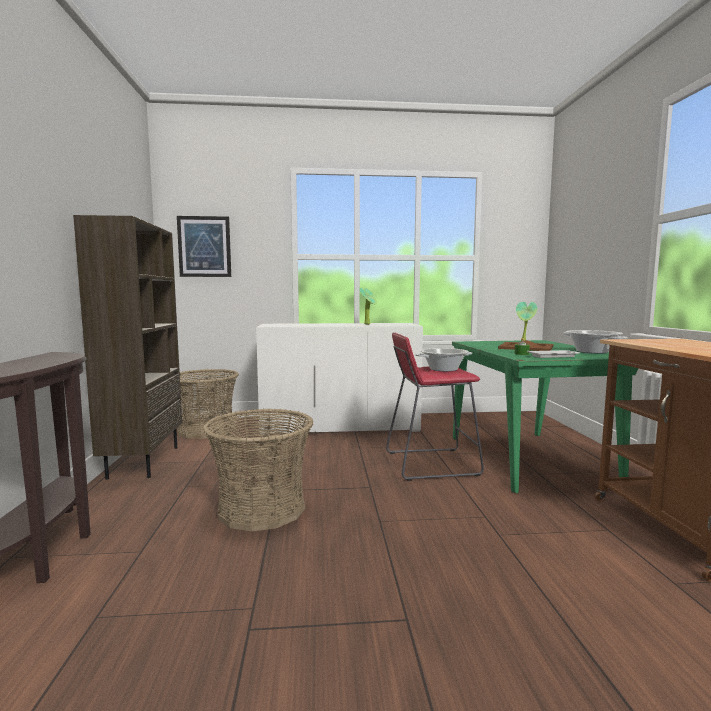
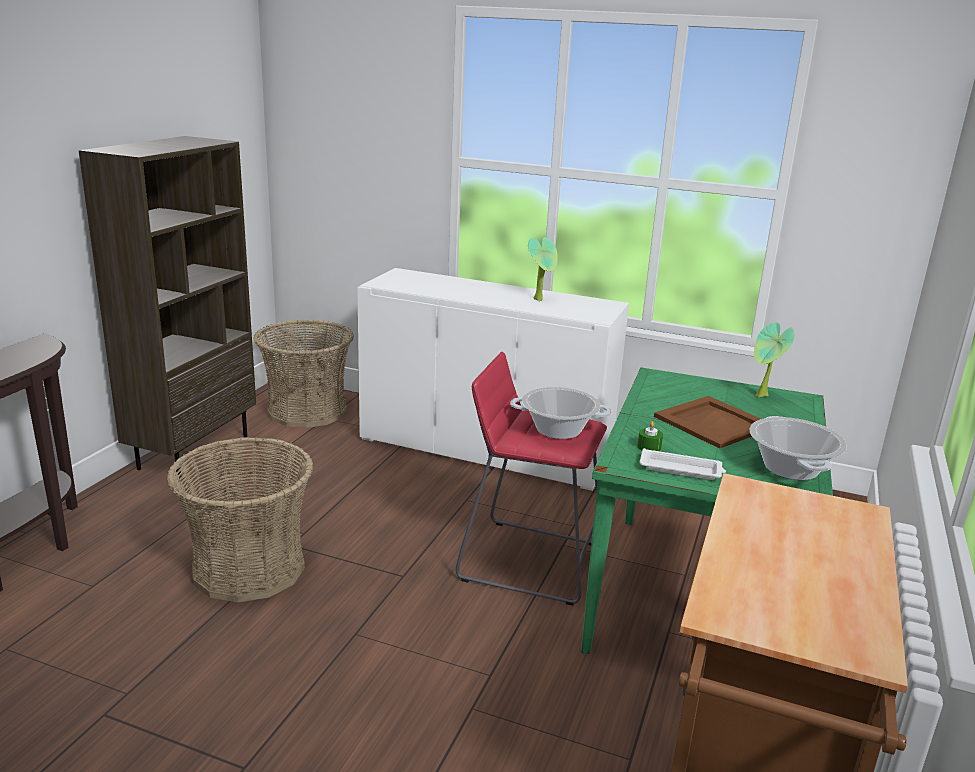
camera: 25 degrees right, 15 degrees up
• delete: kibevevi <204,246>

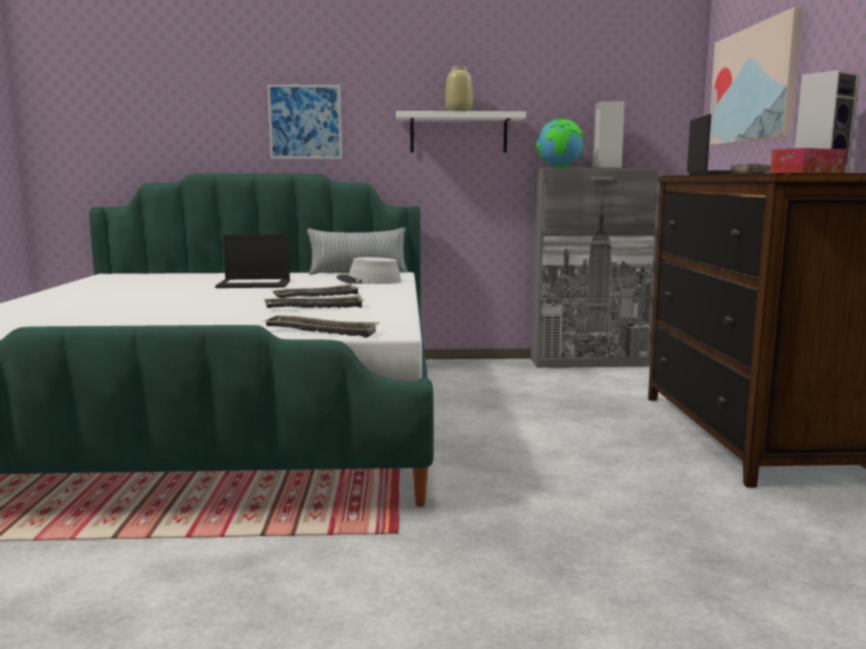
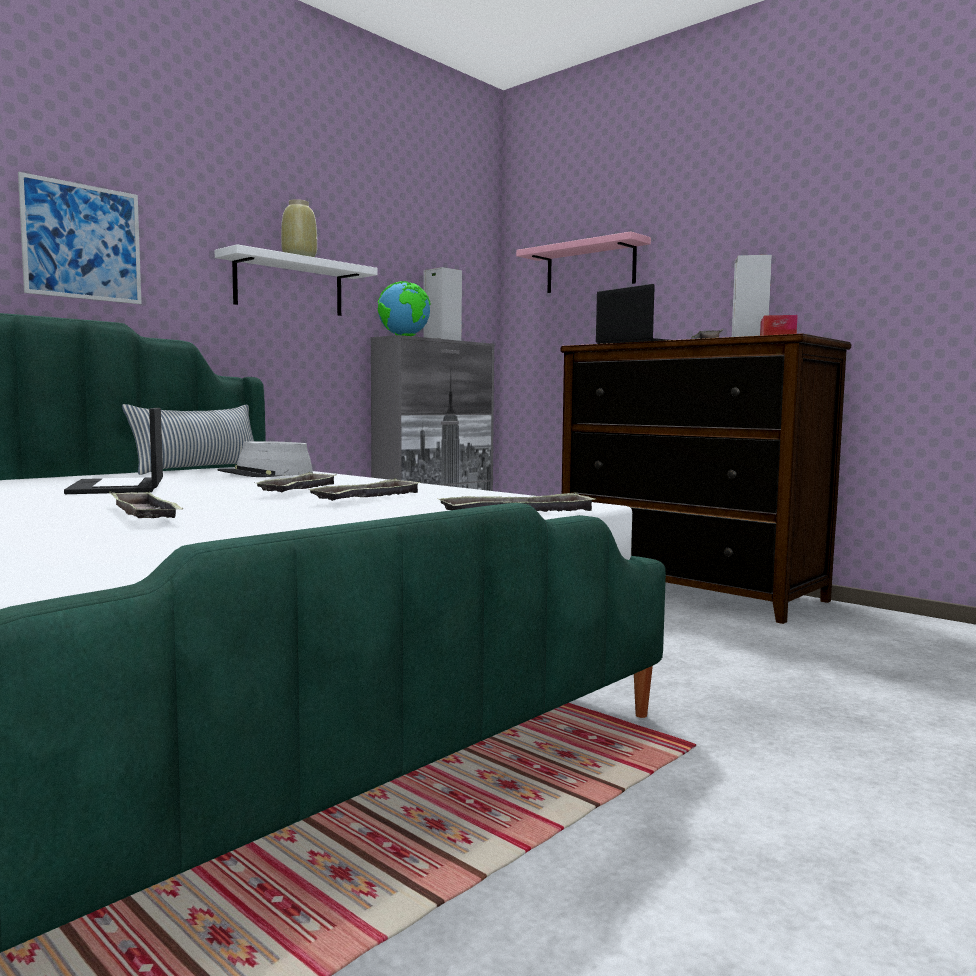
camera: 45 degrees left, 5 degrees down
• replace: kibevevi <755,76> to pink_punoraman <583,262>
• rotate: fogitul <252,261> = <113,451> 120 degrees clockwise
• insert: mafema <146,504>

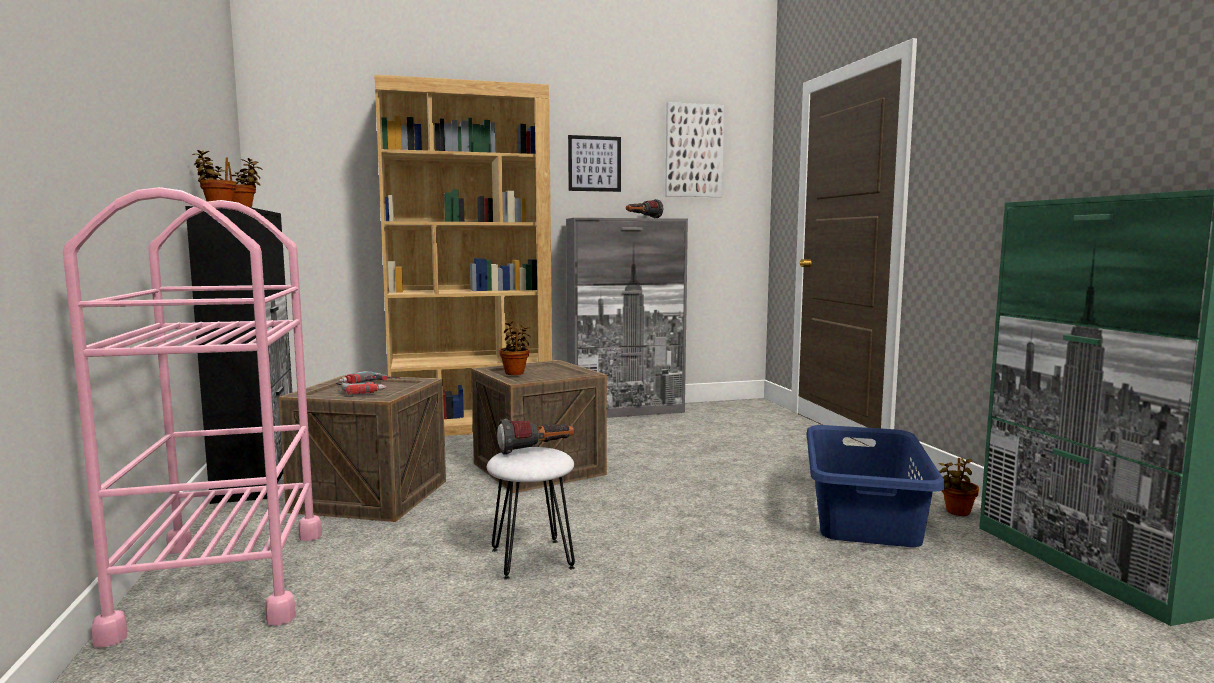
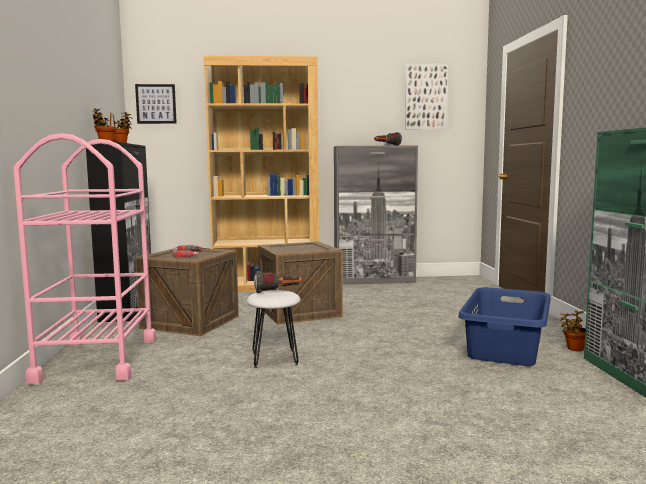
camera: 10 degrees right, 0 degrees up
• move: kibevevi <594,163> to <156,104>
• delete: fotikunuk <514,348>

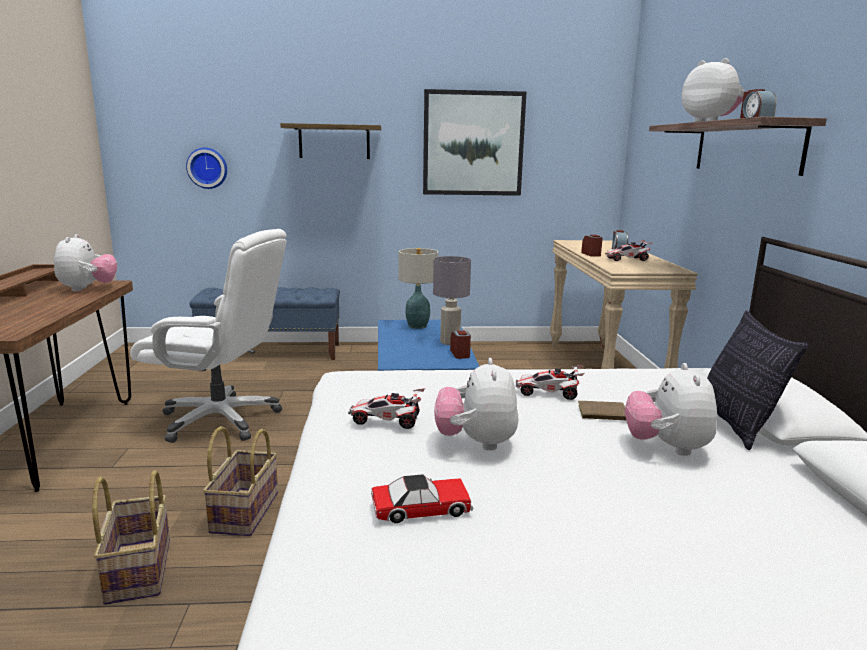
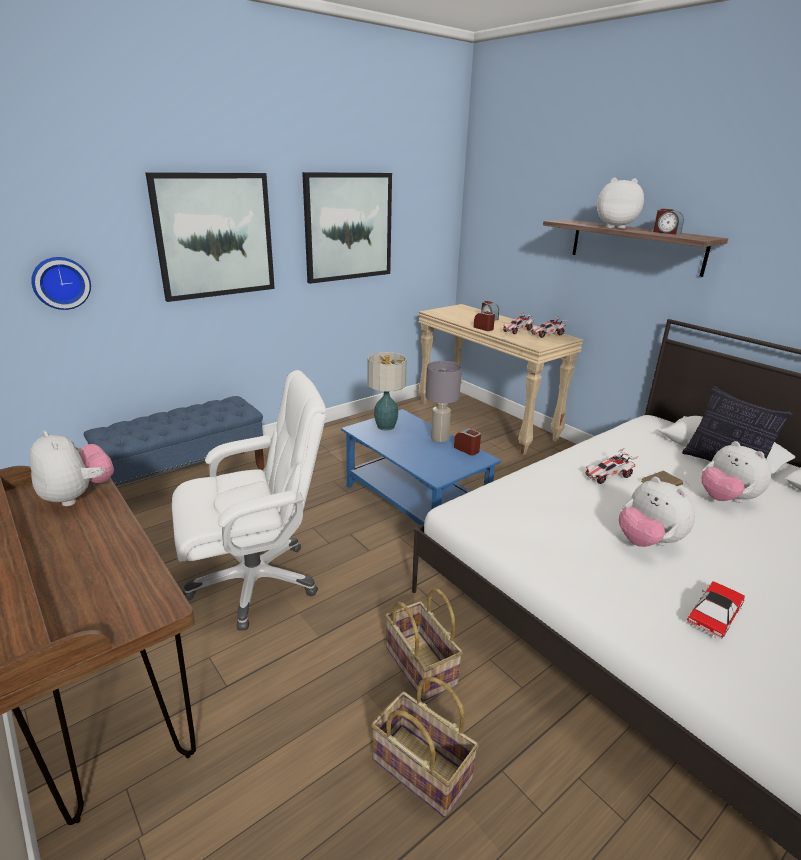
camera: 35 degrees left, 10 degrees up
• replace: punoraman <330,141> to kibevevi <210,237>
• move: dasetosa <386,408> to <549,327>

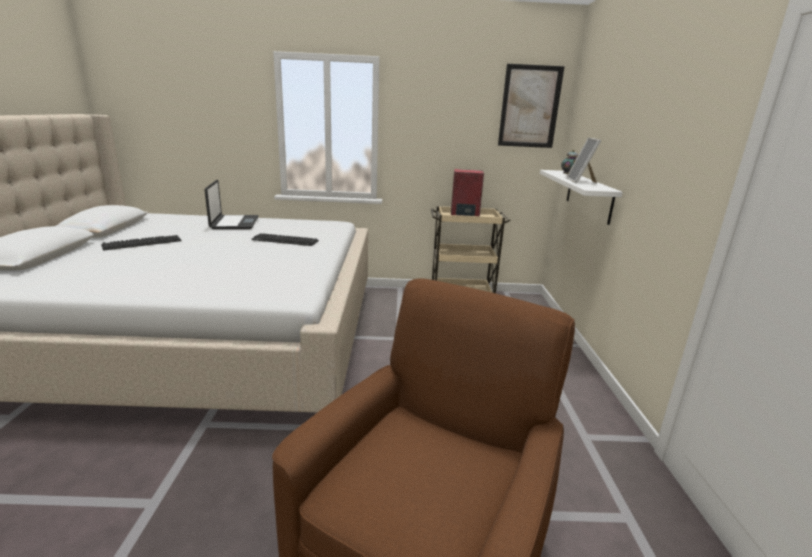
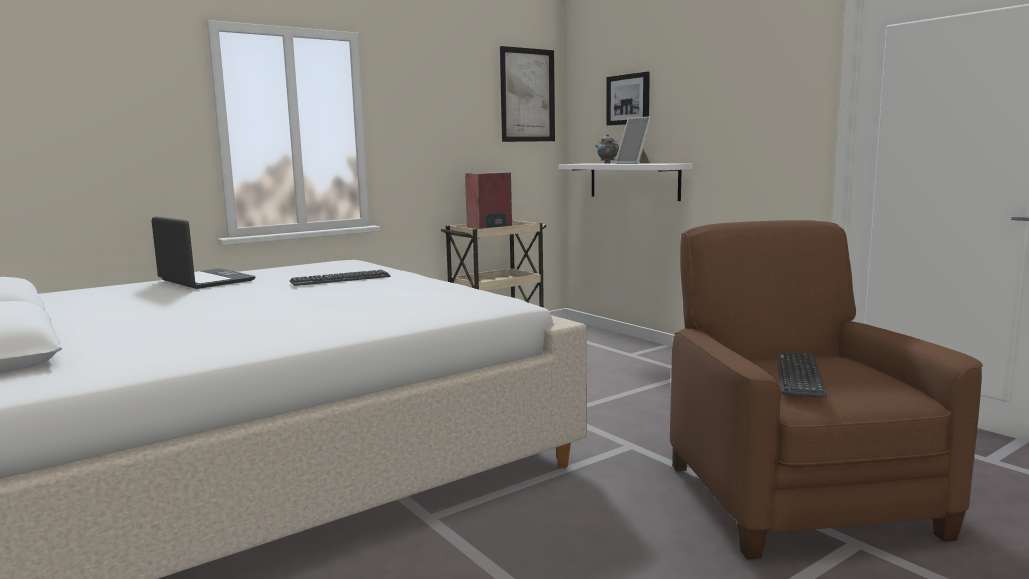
camera: 35 degrees left, 10 degrees down
• move: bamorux <141,242> to <801,374>
• insert: kibevevi <628,99>

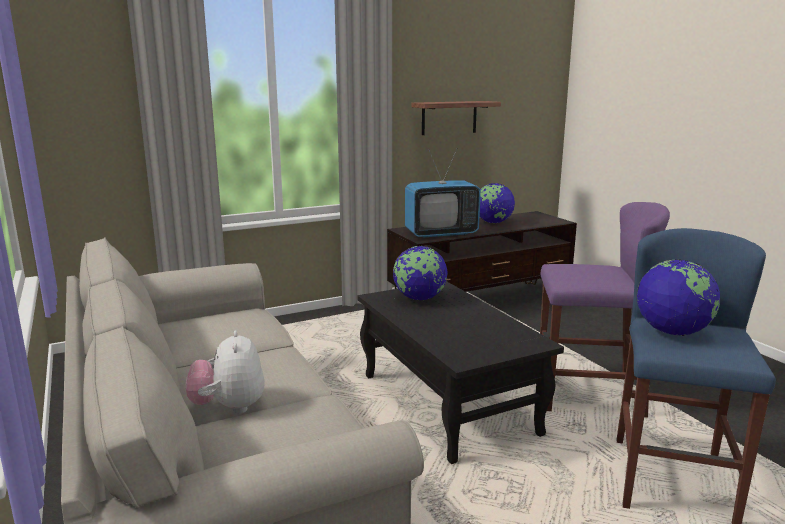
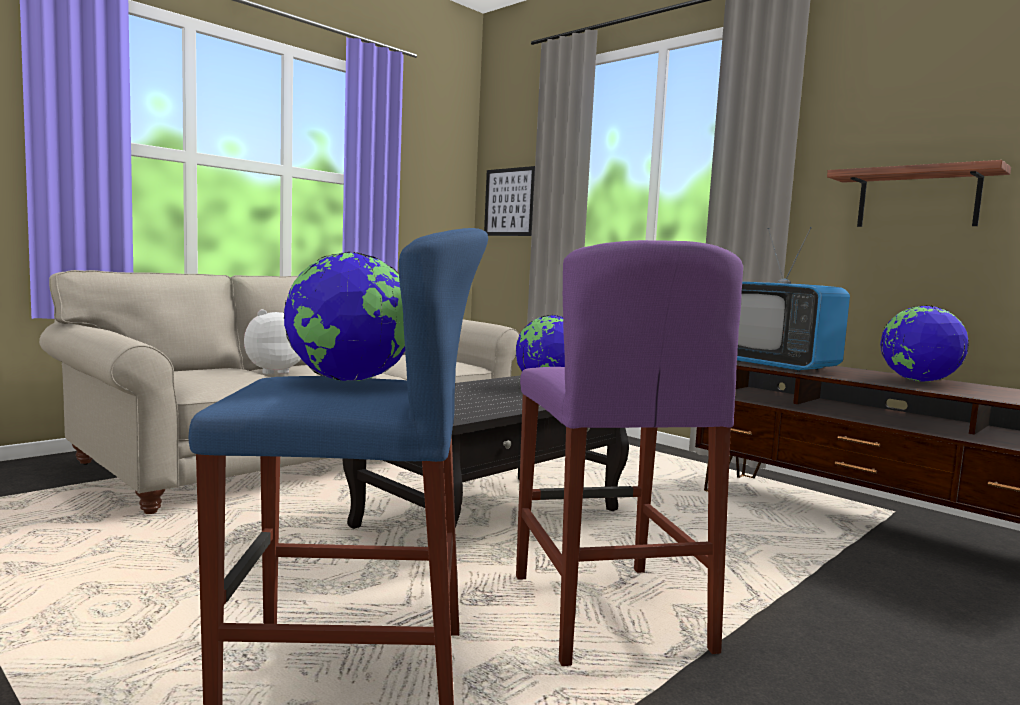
camera: 70 degrees right, 10 degrees down
• insert: kibevevi <509,201>

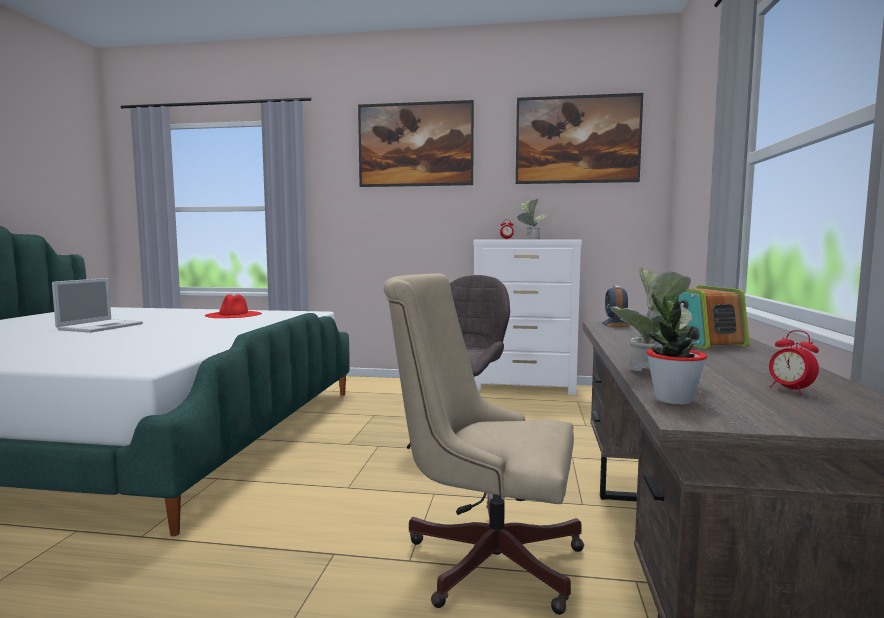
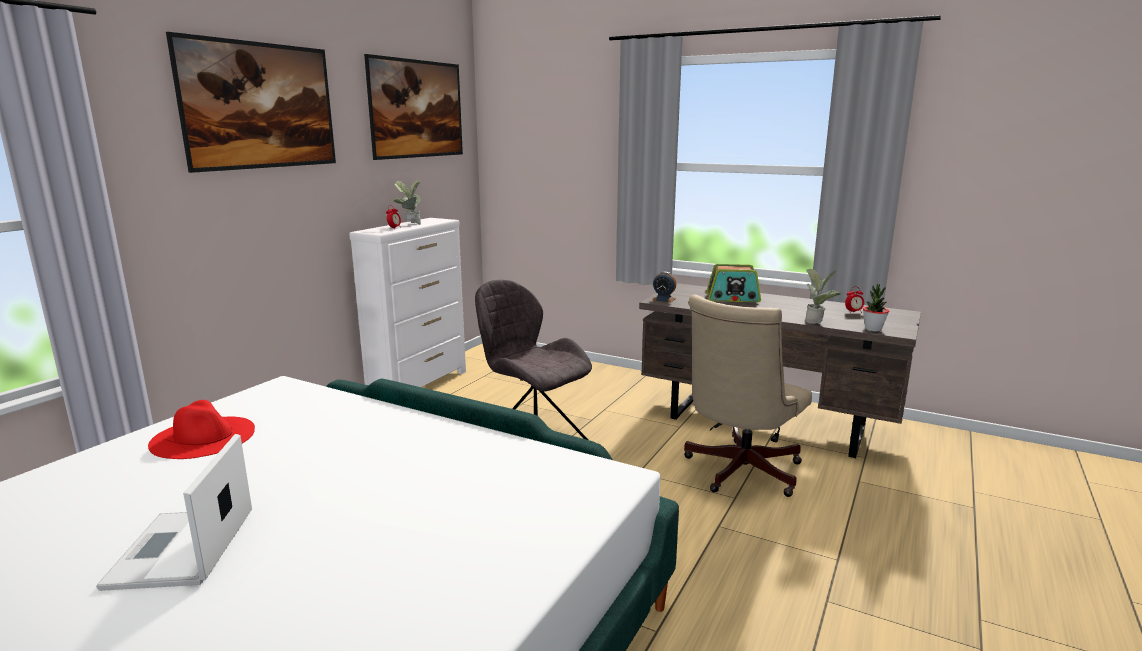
camera: 70 degrees left, 10 degrees up
• rotate: fogitul <97,305> = <174,512> 135 degrees counterclockwise

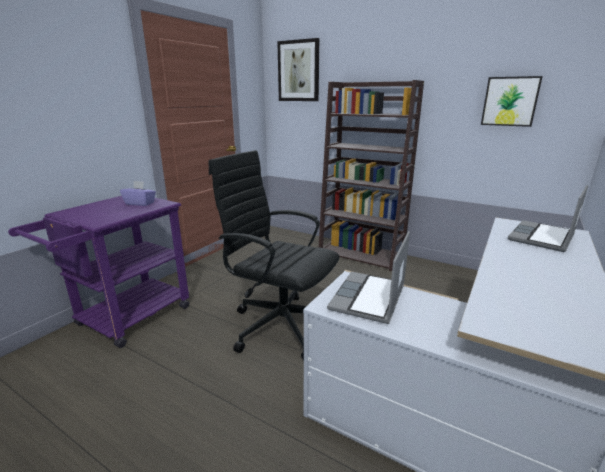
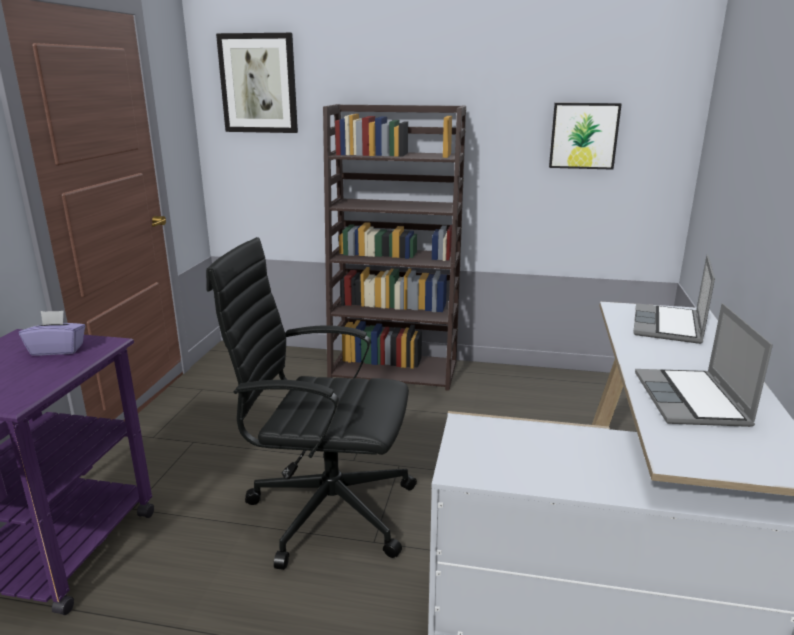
camera: 20 degrees left, 0 degrees up
• move: fogitul <368,277> to <704,365>

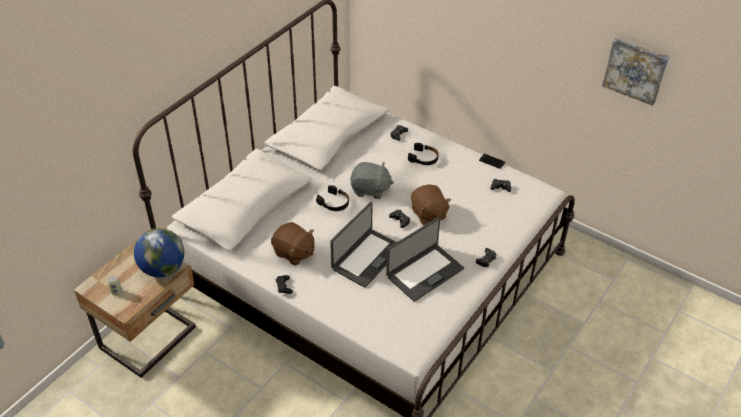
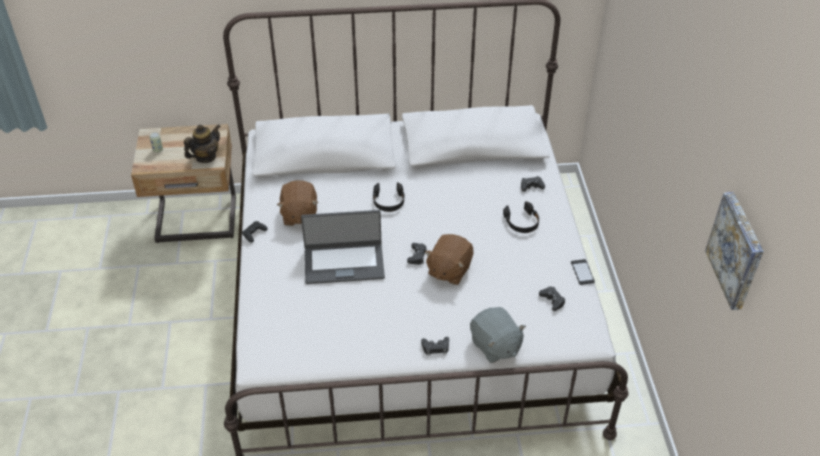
camera: 50 degrees right, 0 degrees up
• move: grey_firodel <372,180> to <498,335>
• delete: fogitul <425,259>
• replace: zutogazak <159,252> to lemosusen <202,144>

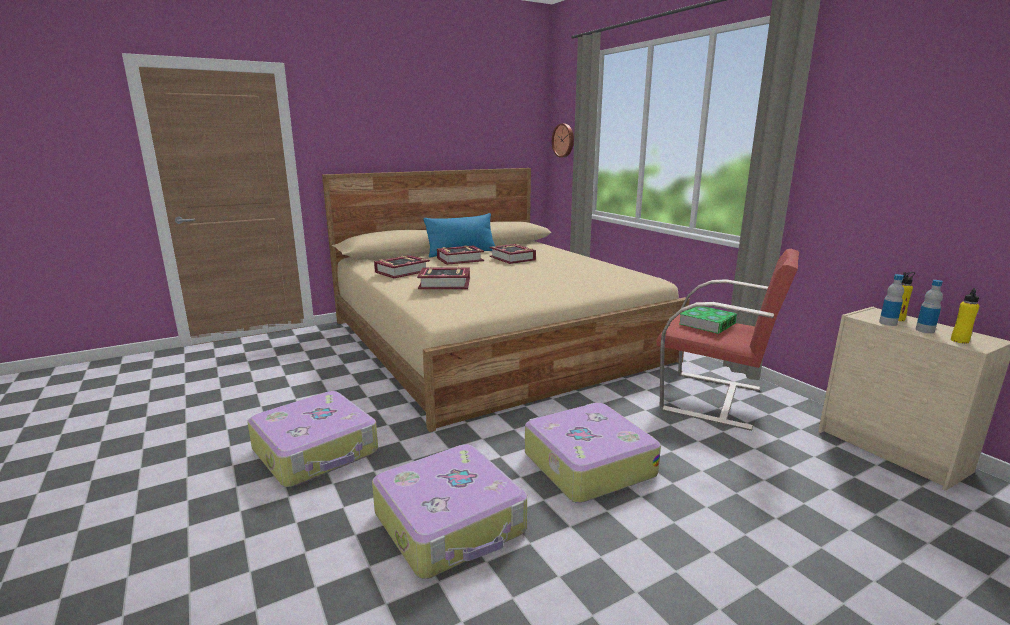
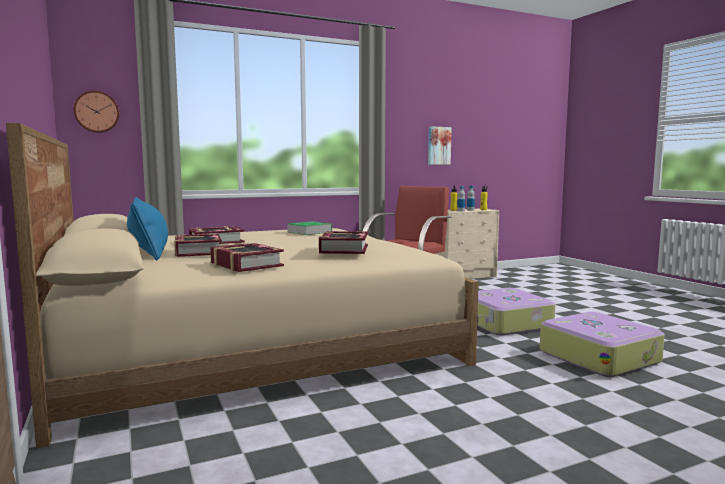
camera: 85 degrees left, 10 degrees down
• move: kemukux <708,320> to <309,228>
• delete: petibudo <312,439>
• insert: kibevevi <440,145>

